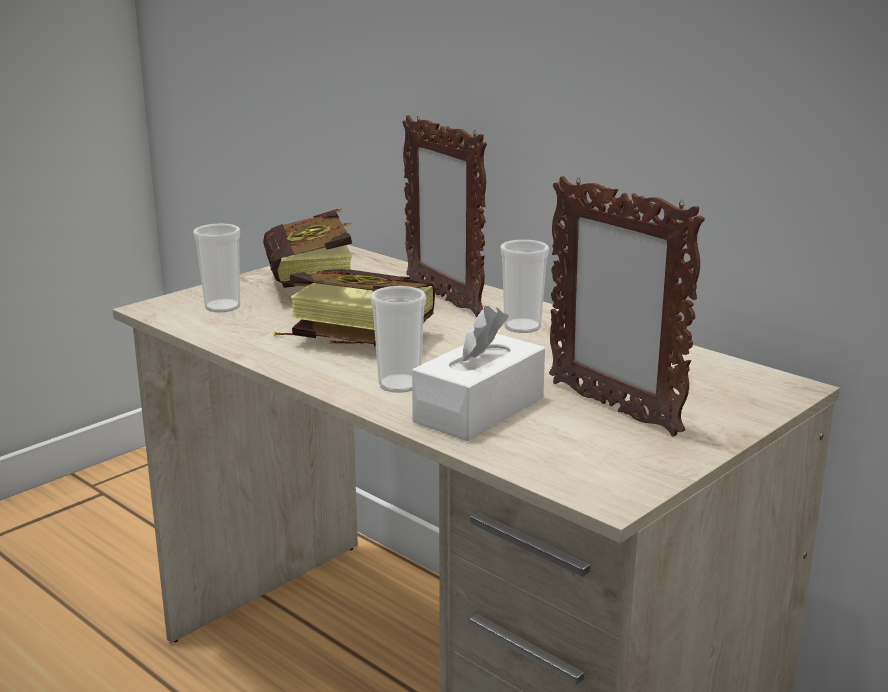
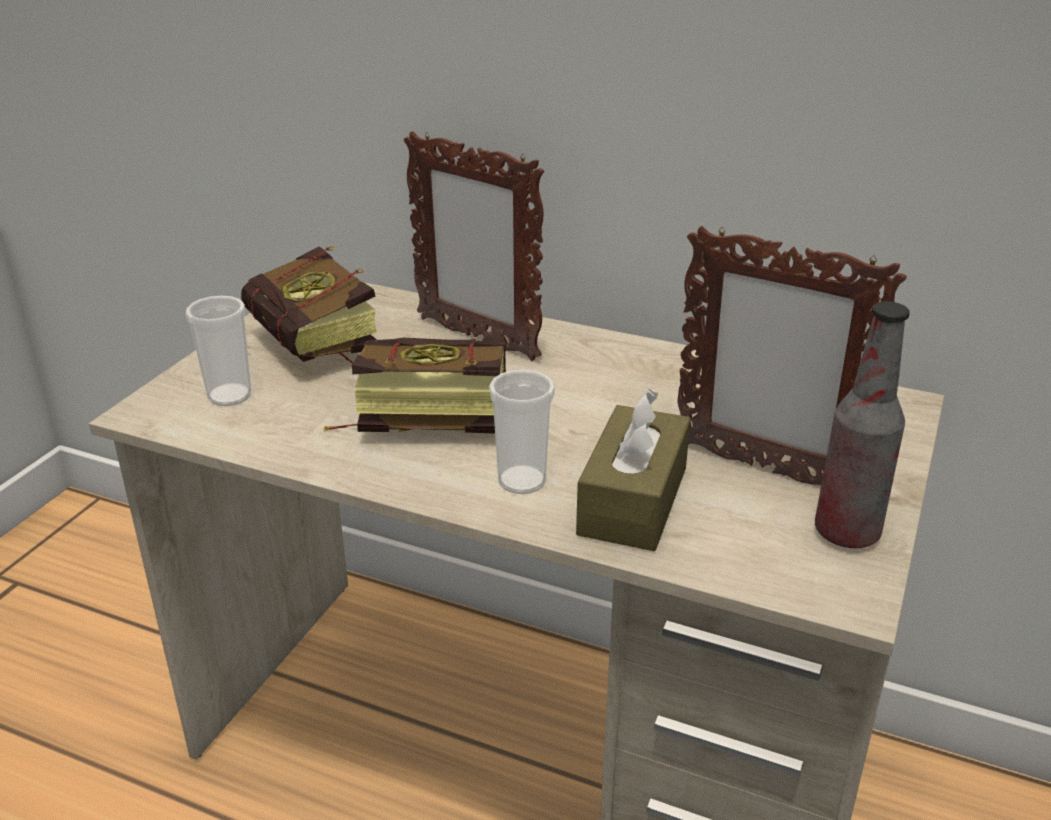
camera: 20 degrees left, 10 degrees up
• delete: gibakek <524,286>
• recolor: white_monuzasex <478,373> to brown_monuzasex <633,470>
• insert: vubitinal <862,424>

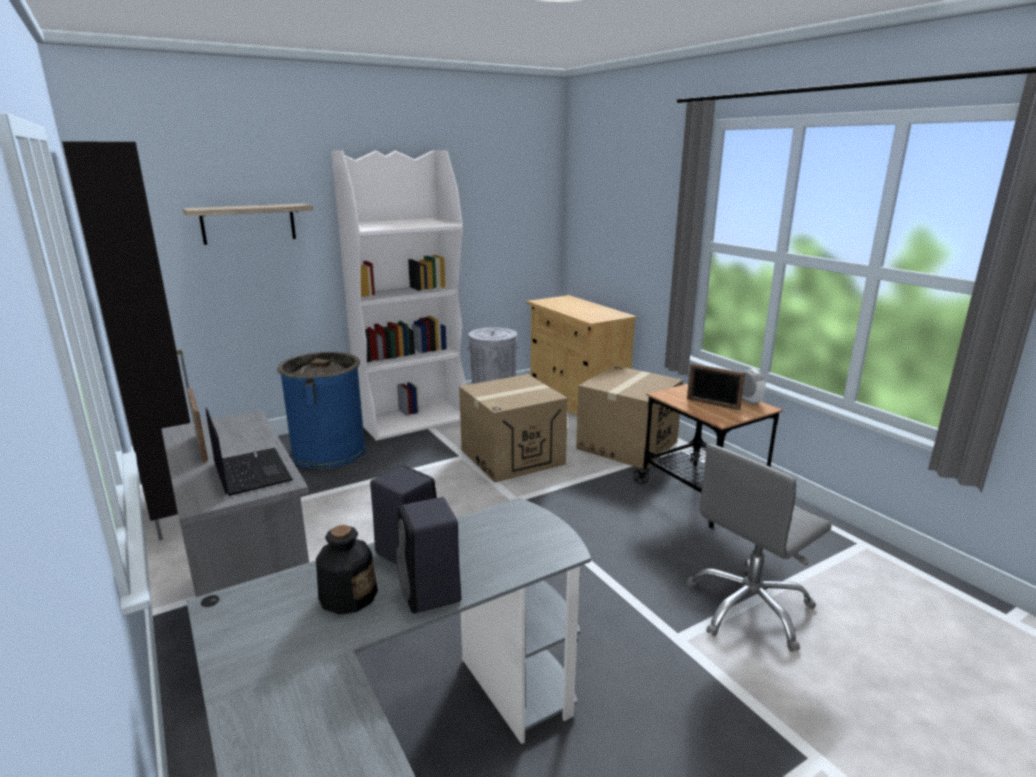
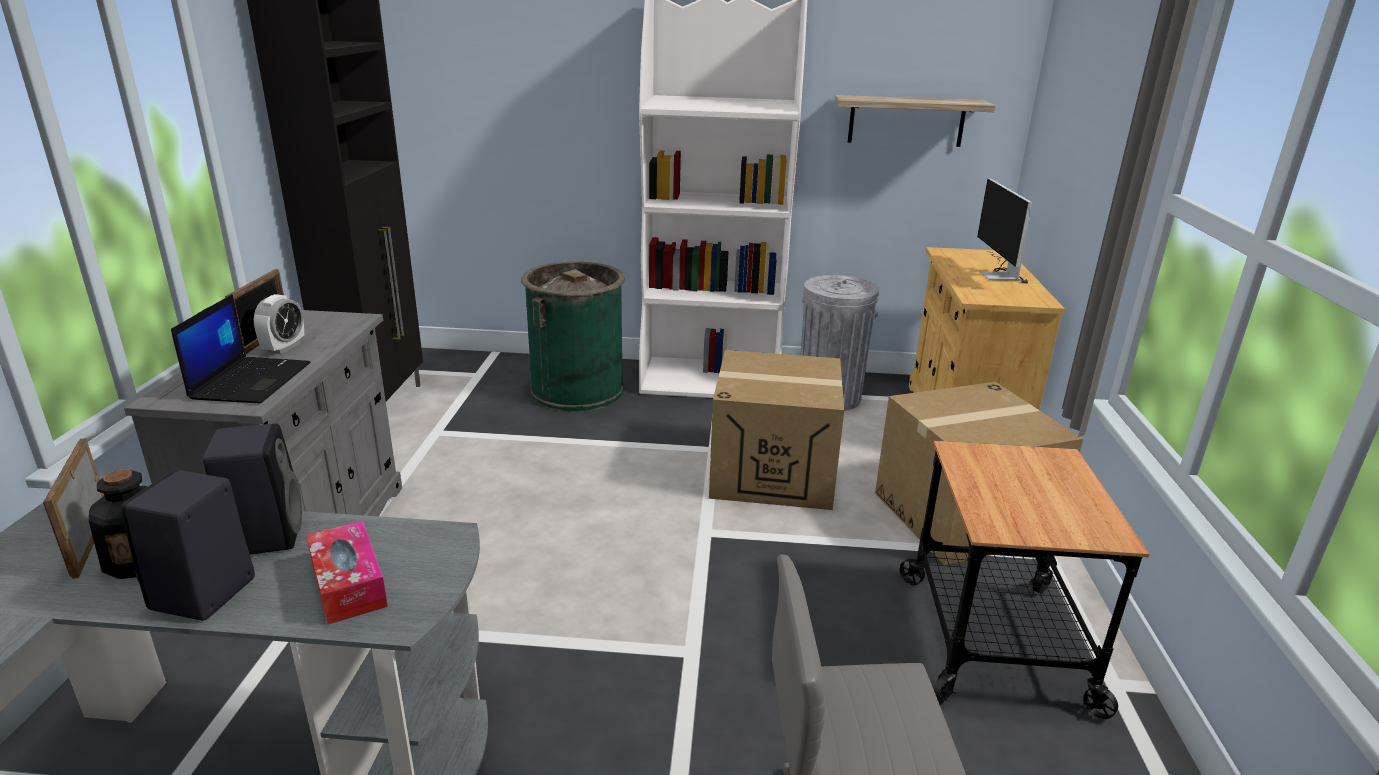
camera: 35 degrees right, 5 degrees up
• move: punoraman <248,224> to <915,121>
• recolor: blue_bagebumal <321,410> to green_bagebumal <573,337>
• move: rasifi <716,386> to <73,508>
• move: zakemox <754,386> to <279,324>
• insert: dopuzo <1004,231>
• insert: monuzasex <347,573>

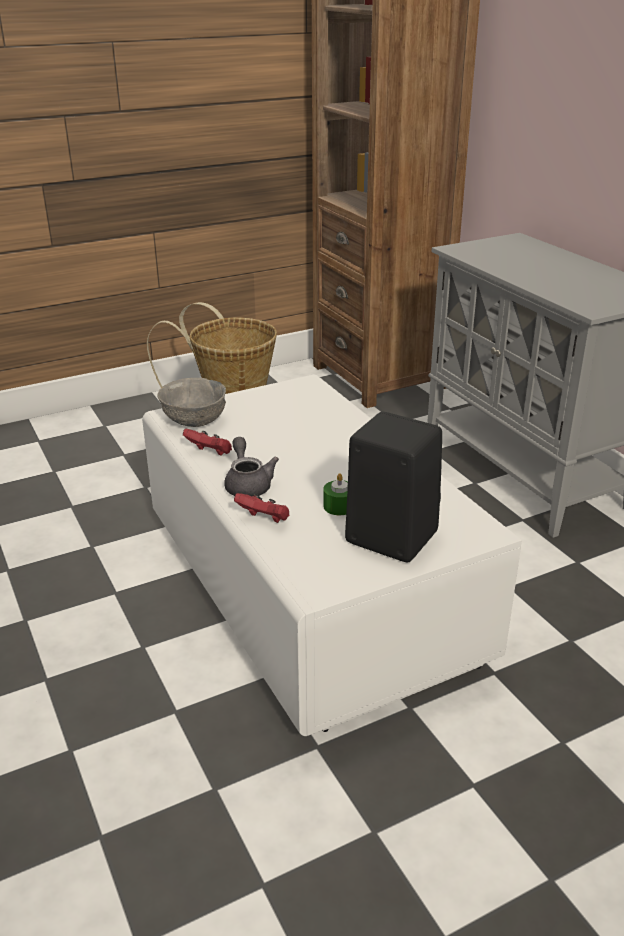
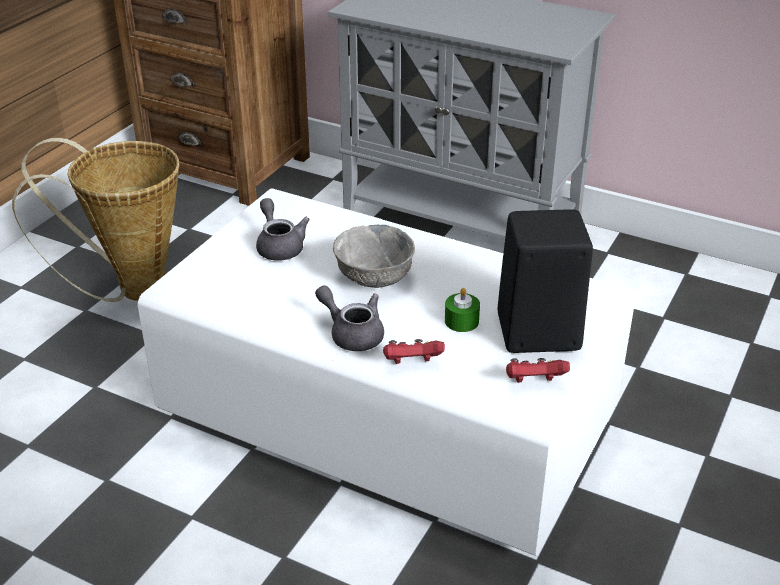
camera: 35 degrees left, 5 degrees up
• move: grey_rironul <191,402> to <374,256>
• move: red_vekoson <207,442> to <538,370>
• insert: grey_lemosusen <283,229>

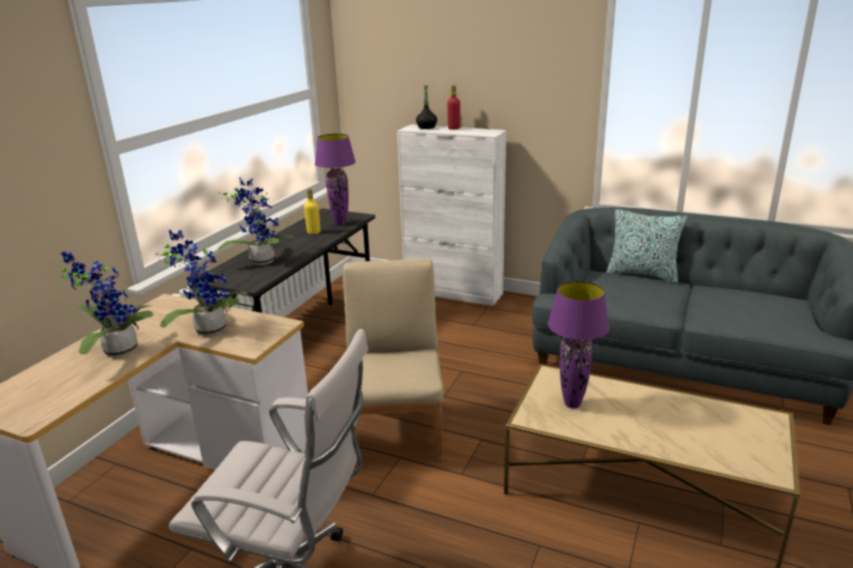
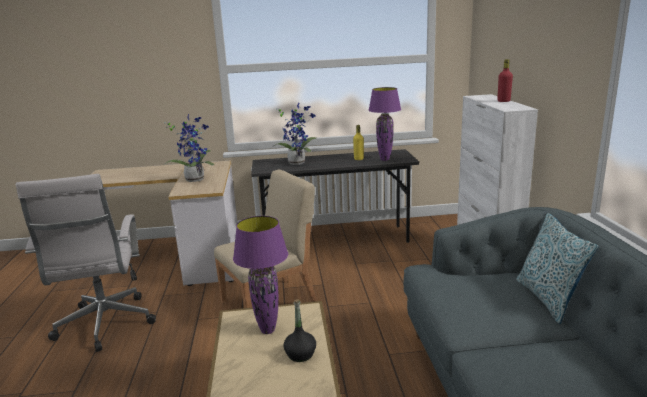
camera: 60 degrees right, 5 degrees down
• move: black_vubitinal <426,107> to <300,330>
• delete: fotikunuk <107,304>

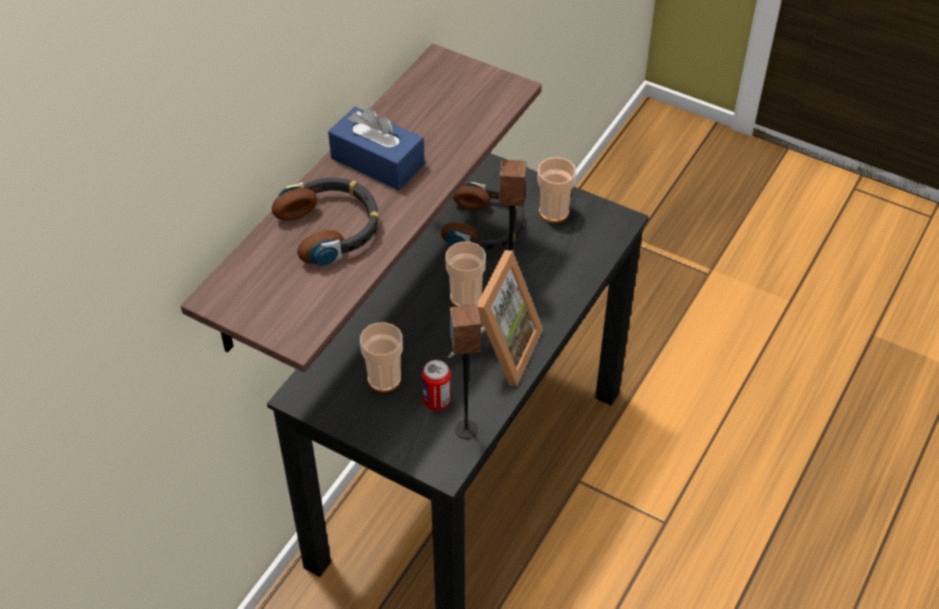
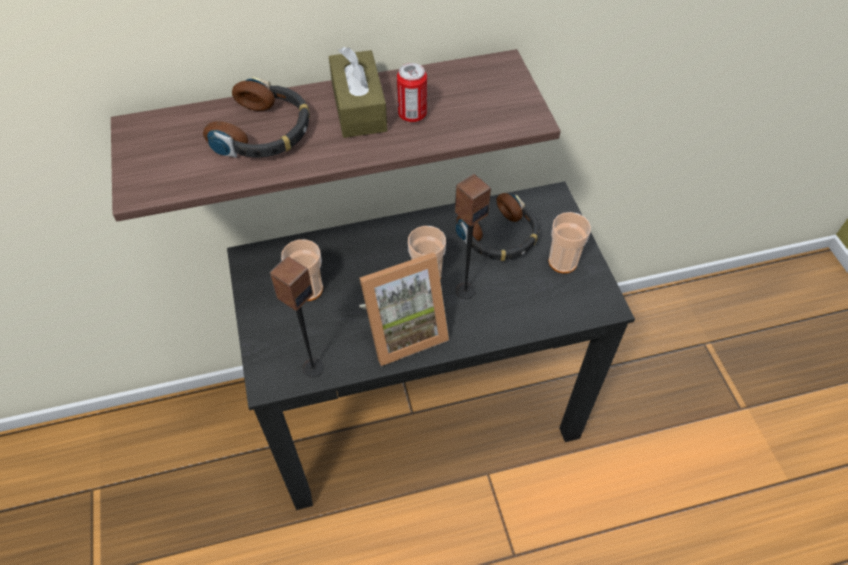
camera: 45 degrees right, 5 degrees up
• recolor: blue_monuzasex <376,148> to brown_monuzasex <358,92>
• move: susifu <436,385> to <412,92>

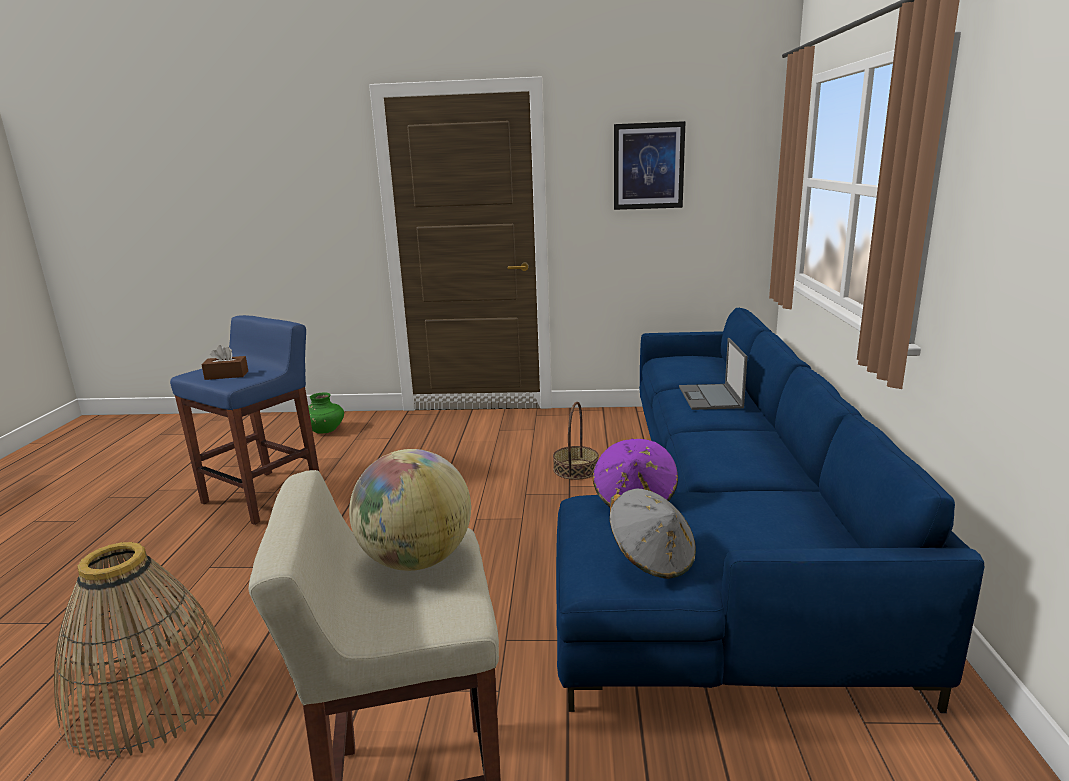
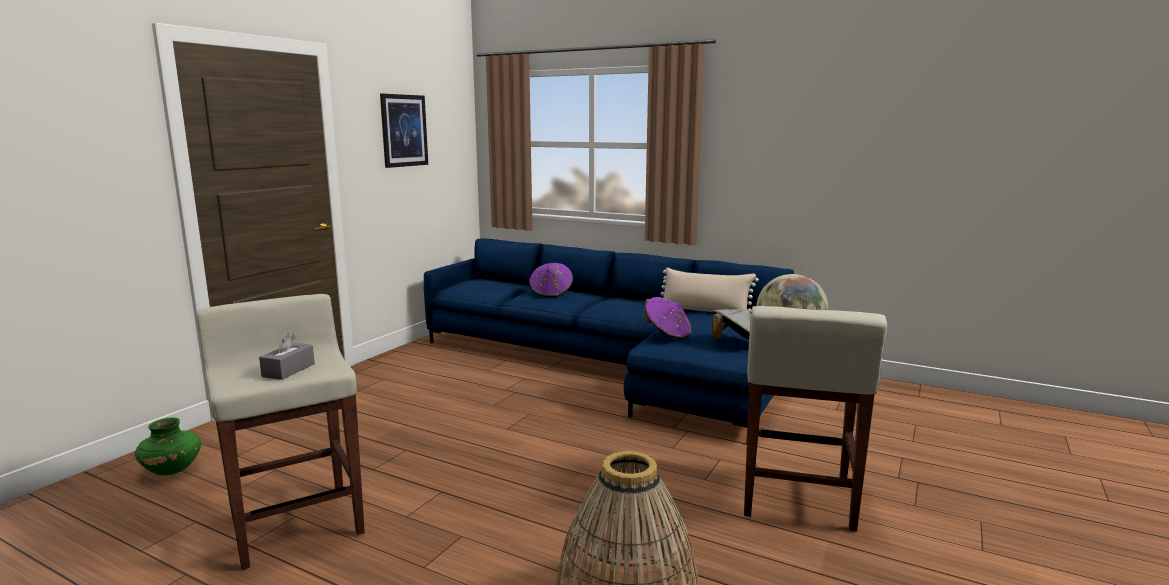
camera: 65 degrees left, 5 degrees down
• recolor: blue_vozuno <244,420> to beige_vozuno <280,432>
• replace: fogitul <713,374> to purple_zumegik <551,280>
• recolor: brown_monuzasex <224,362> to grey_monuzasex <287,356>
• delete: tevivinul <576,441>
• insert: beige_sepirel <710,289>

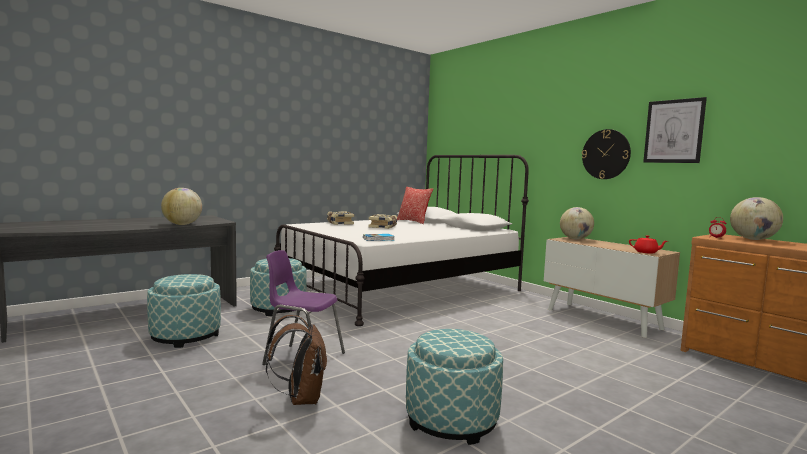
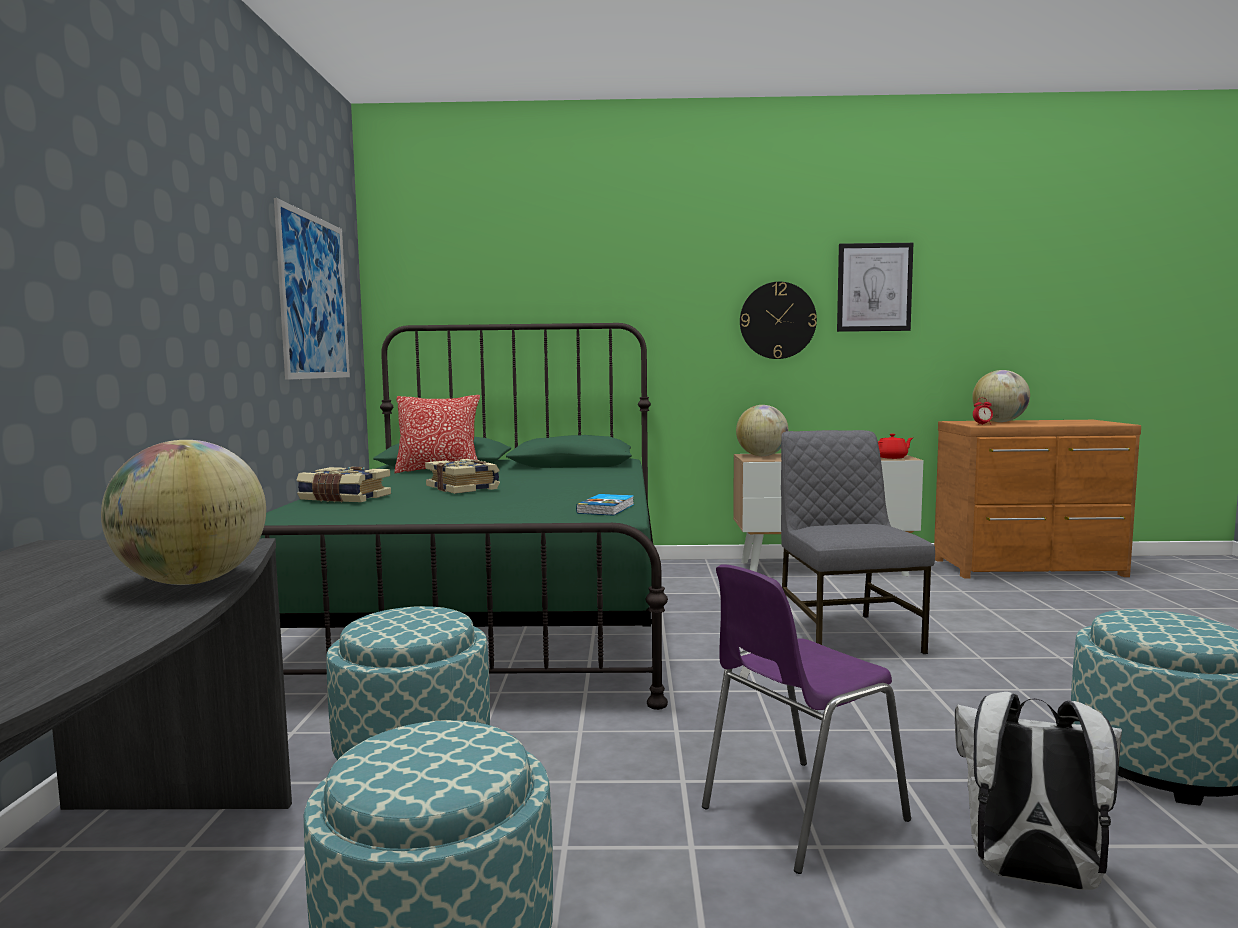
camera: 50 degrees left, 0 degrees up
• recolor: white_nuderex <401,240> to green_nuderex <464,516>
• recolor: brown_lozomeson <296,360> to white_lozomeson <1038,791>
• insert: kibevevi <312,289>
• insert: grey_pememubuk <858,542>

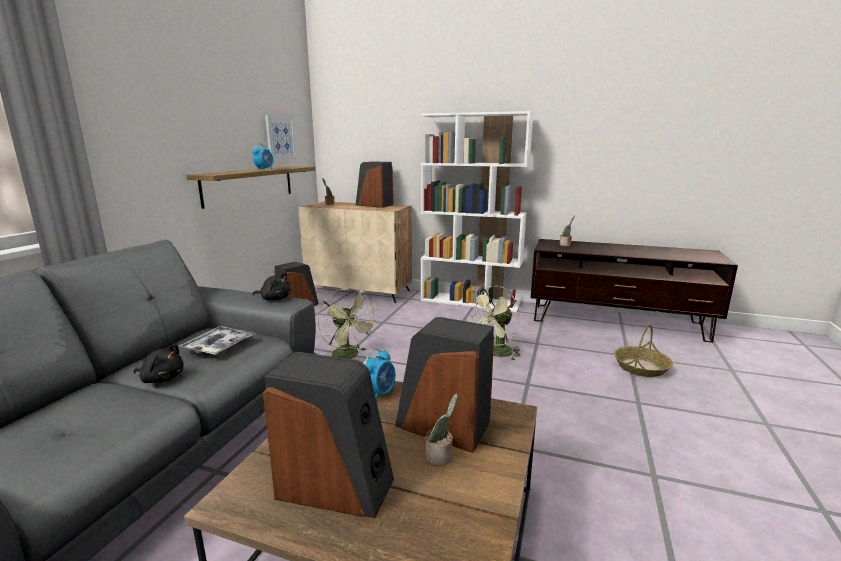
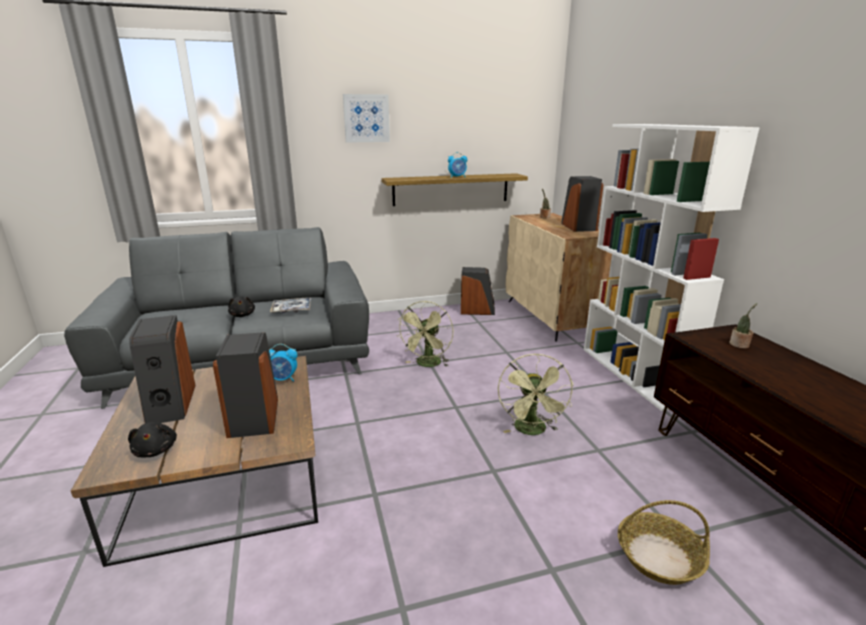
camera: 55 degrees right, 5 degrees up
• move: kibevevi <280,137> to <366,118>
• move: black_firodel <272,287> to <152,439>
• rotate: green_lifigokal <494,323> = <536,394> 105 degrees counterclockwise
• delete: fotikunuk <441,429>

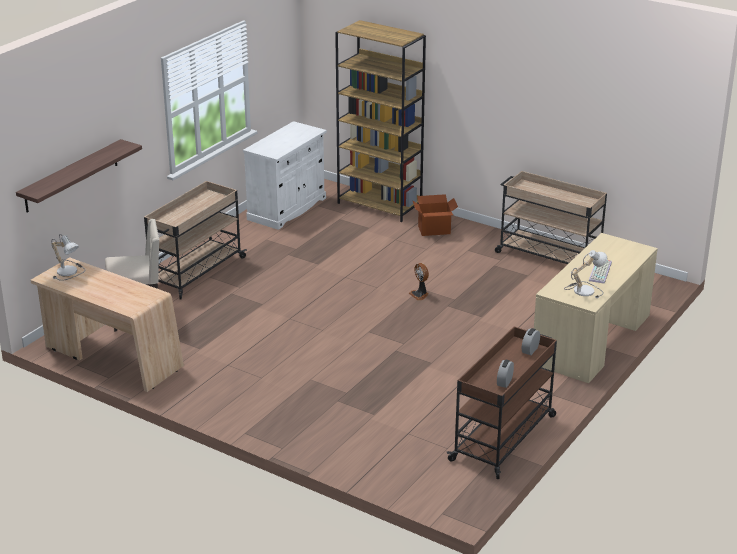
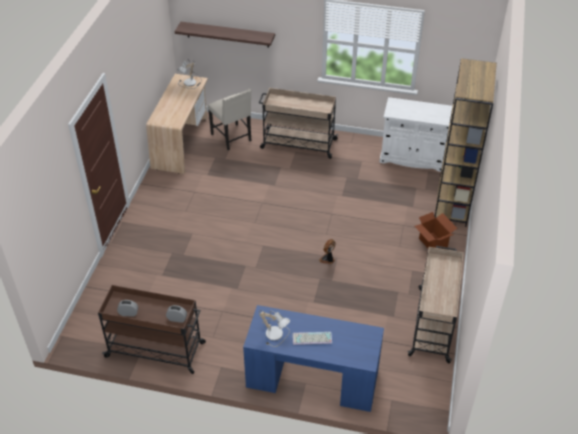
camera: 70 degrees right, 15 degrees up
• recolor: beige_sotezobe <596,308> to blue_sotezobe <313,358>

